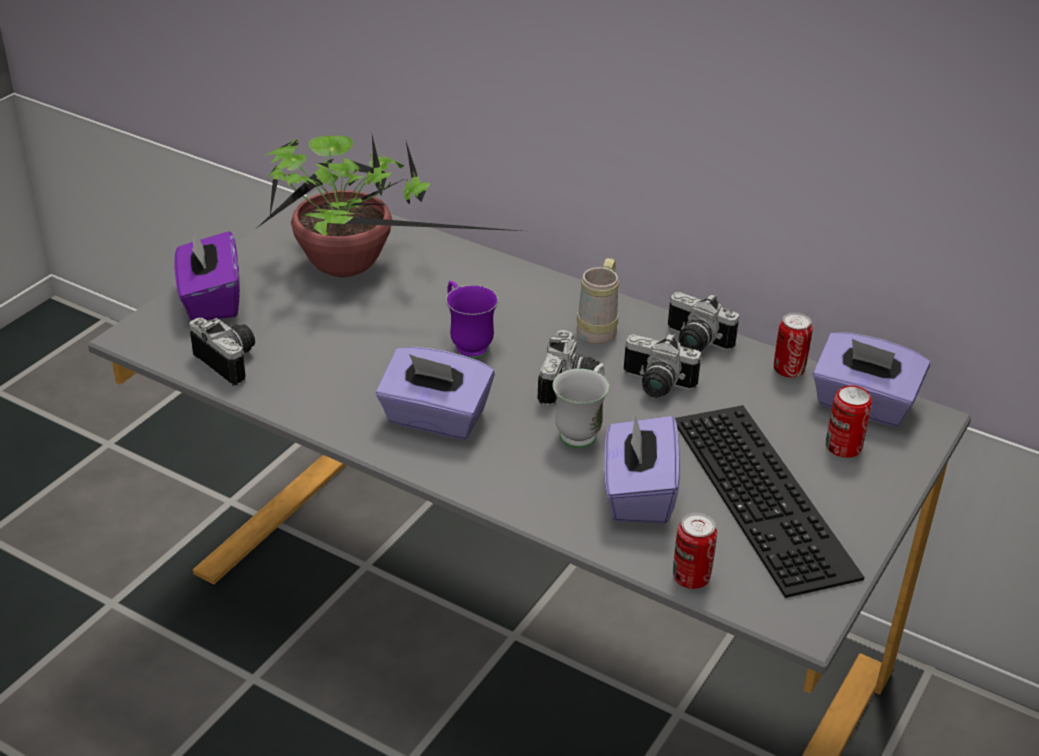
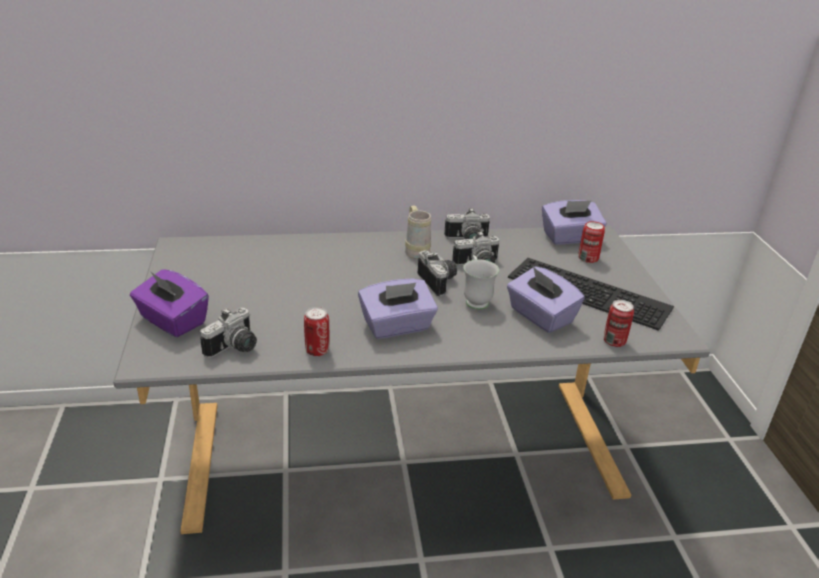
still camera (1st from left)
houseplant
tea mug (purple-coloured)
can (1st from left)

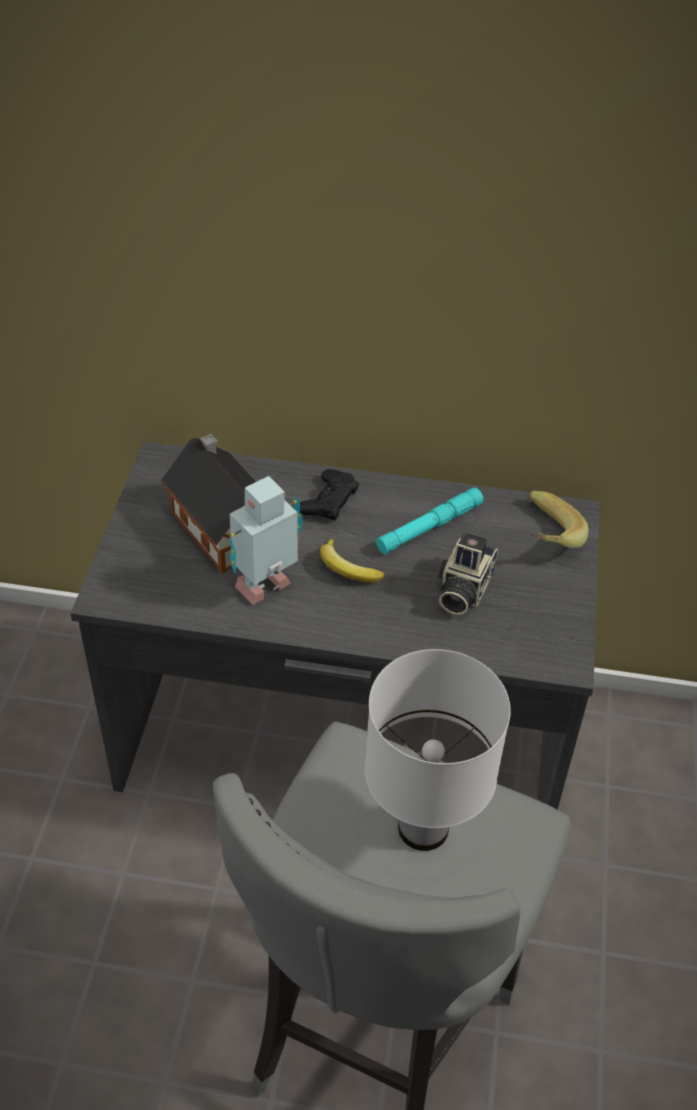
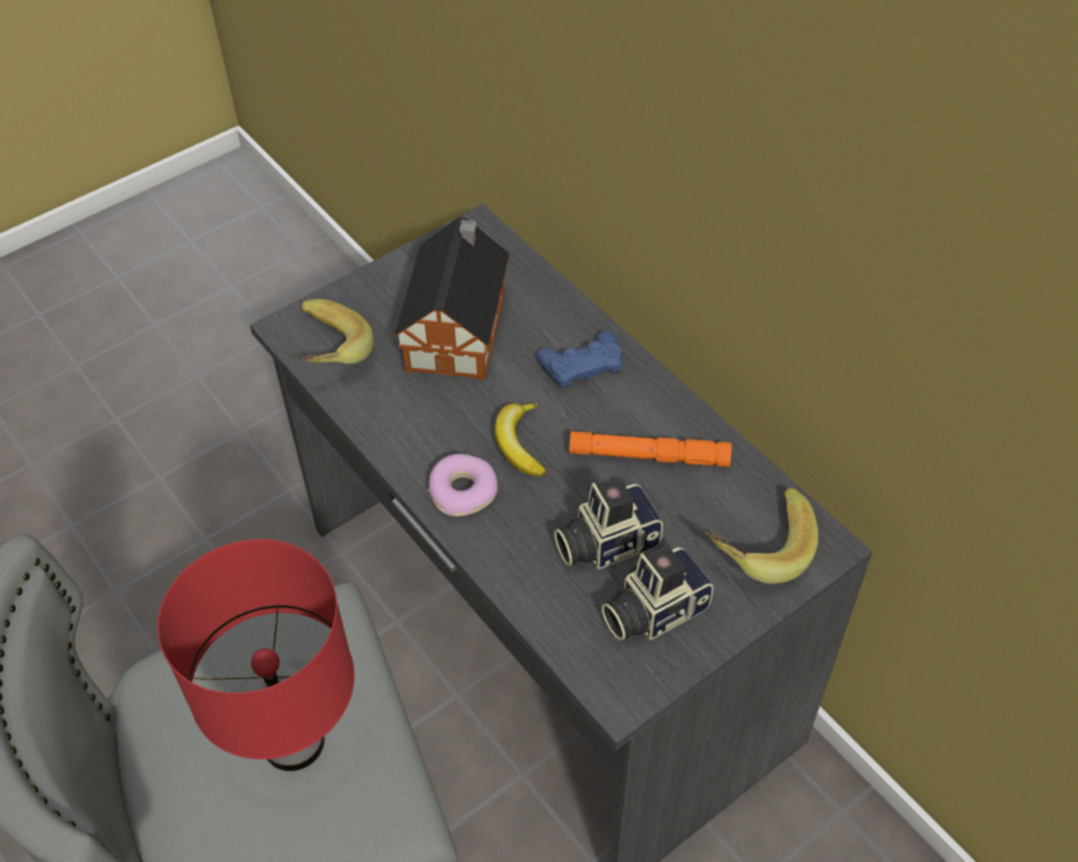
model robot
joypad (blue)
lamp for a table (red-coloured)
torch (orange)
banana fruit (1st from left)
doughnut
still camera (2nd from left)

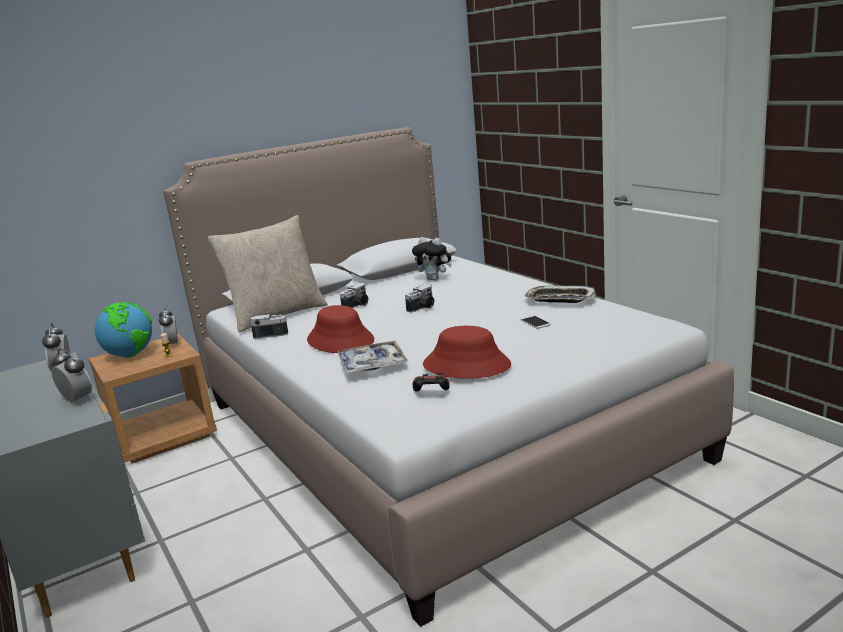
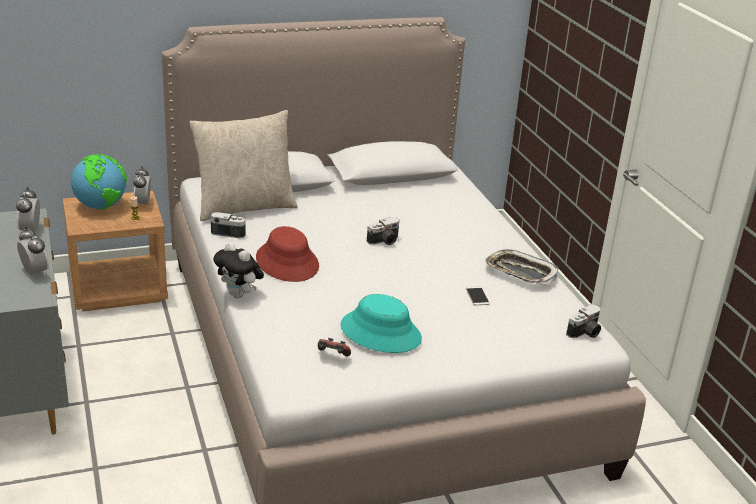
serving tray (1st from left in the first image)
still camera (3rd from left)
cuddly toy
clothing hat (turquoise)

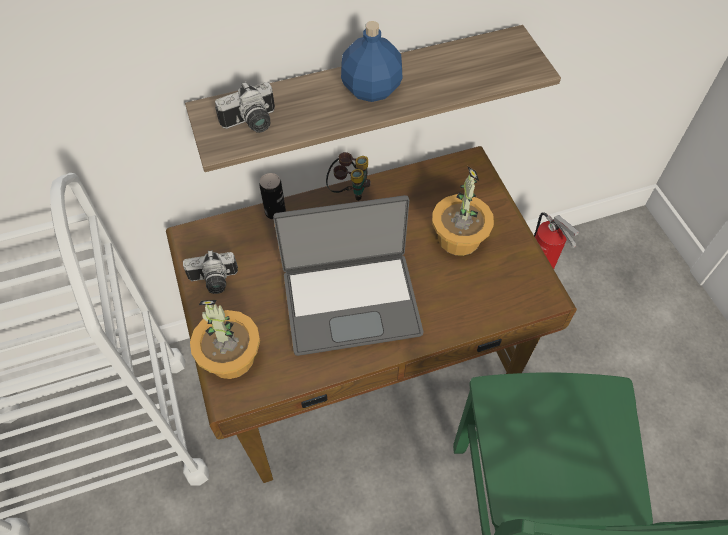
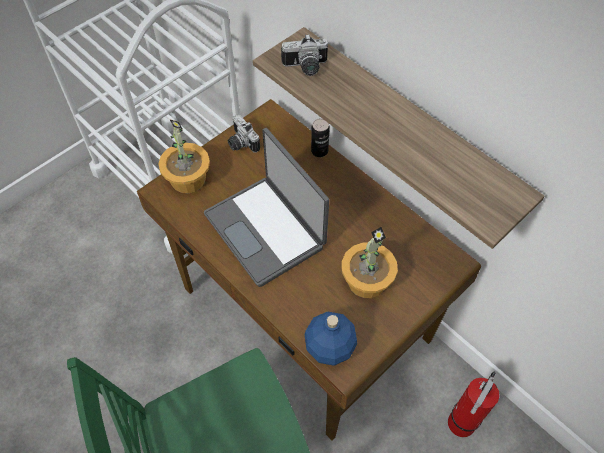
still camera (2nd from left)
field glasses
bottle (blue)

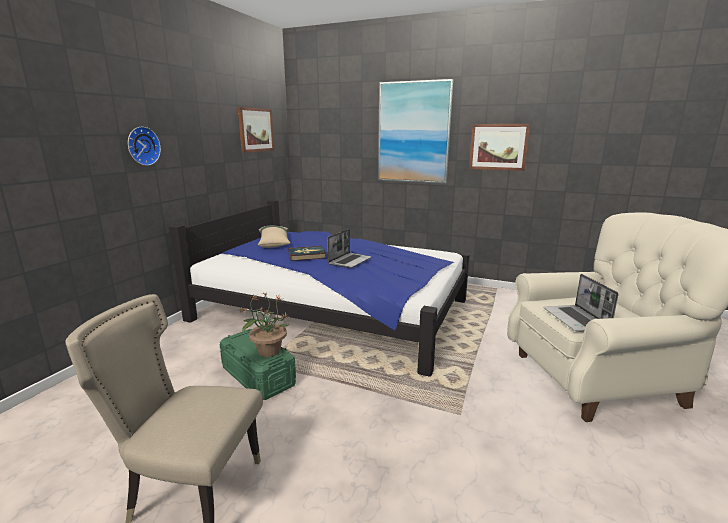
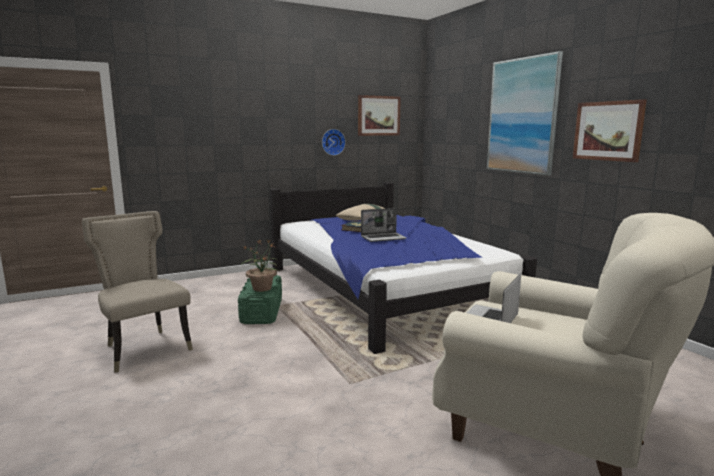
clock on the wall

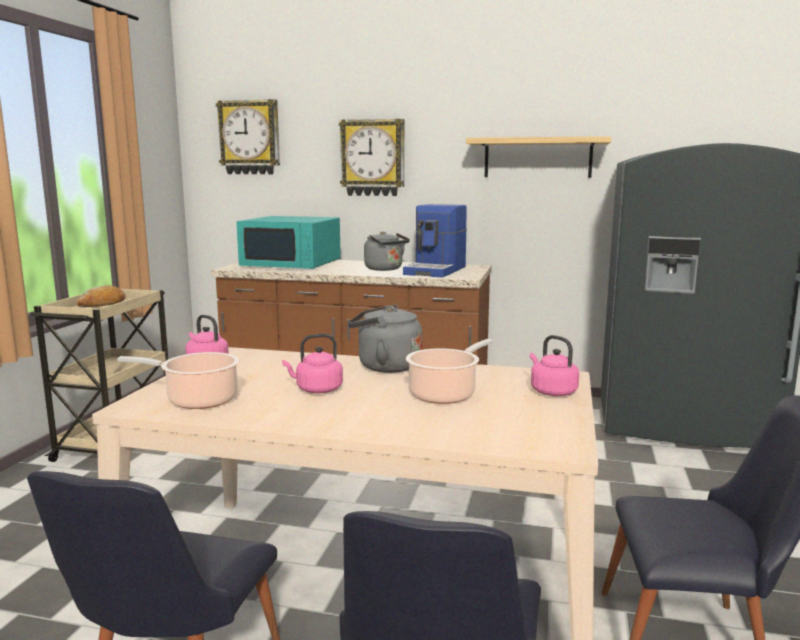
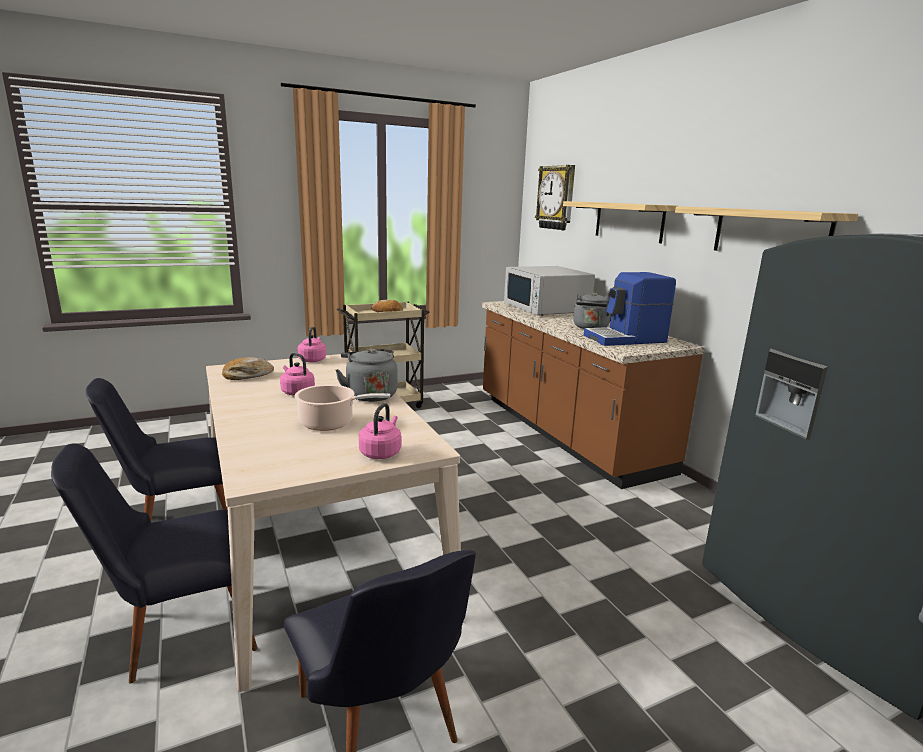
bakery bread (1st from left)
kitchen microwave (whitish)
shelf (1st from left)

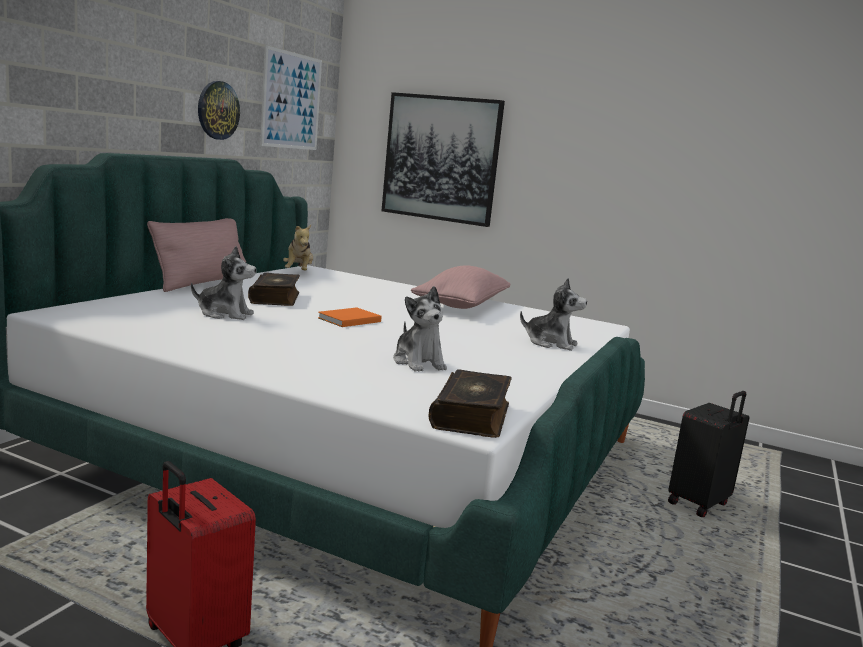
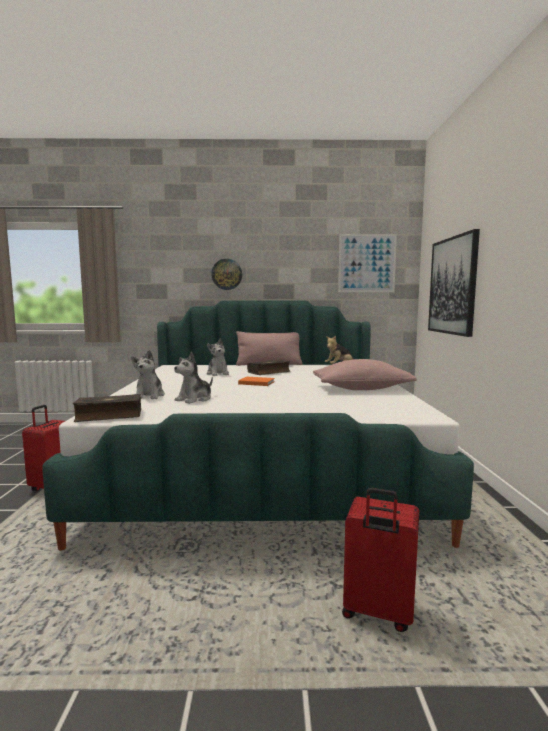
clock on the wall
cuddly toy (1st from left)
travel case (red-coloured) (2nd from left)

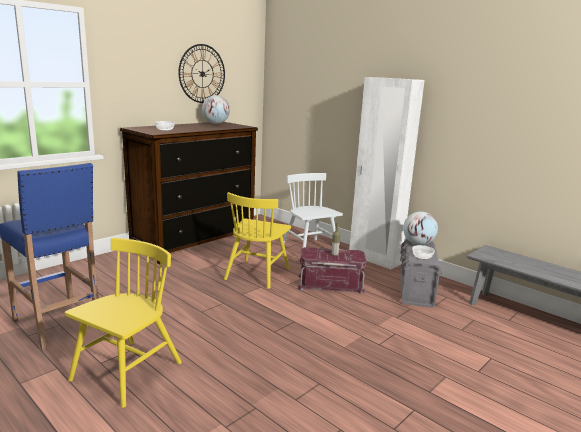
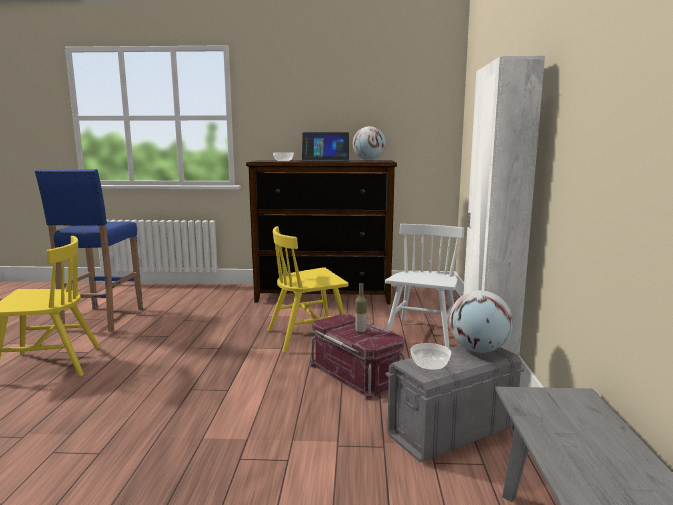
clock on the wall
notebook computer

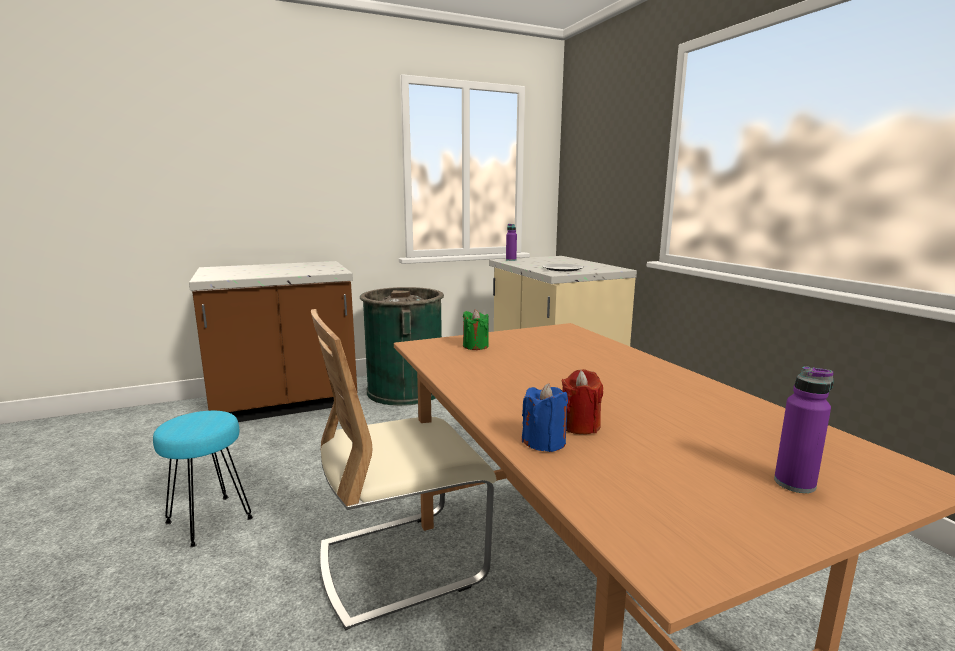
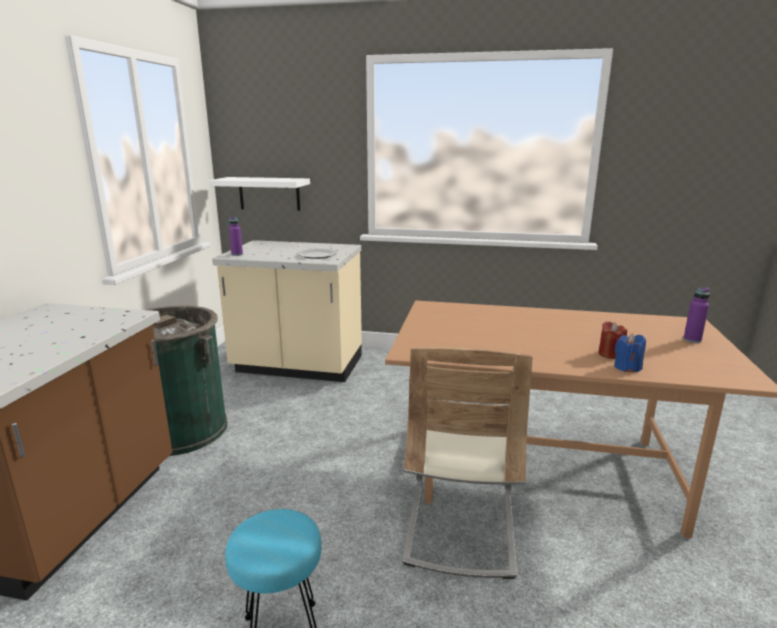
wax light (green)
shelf (whitish)

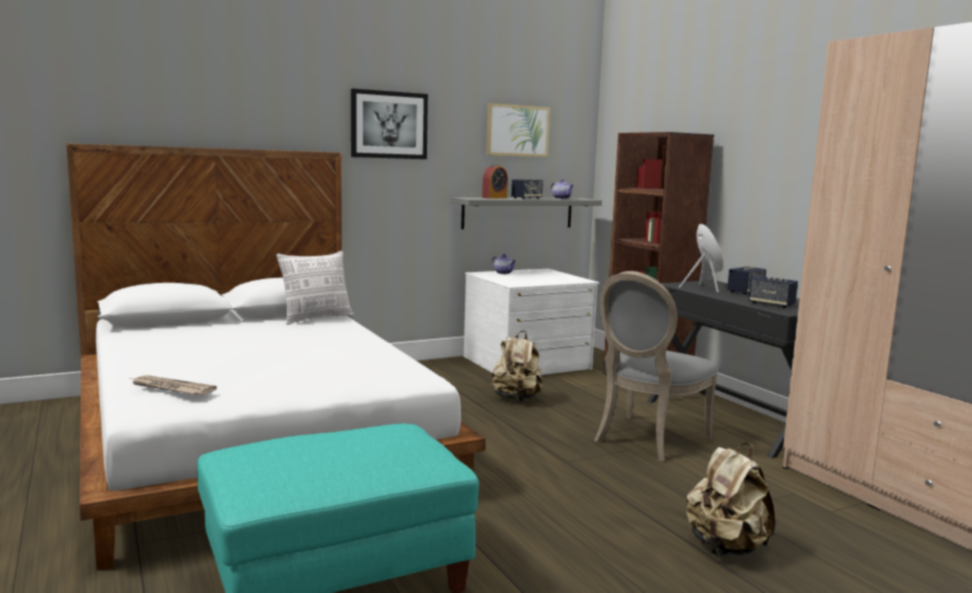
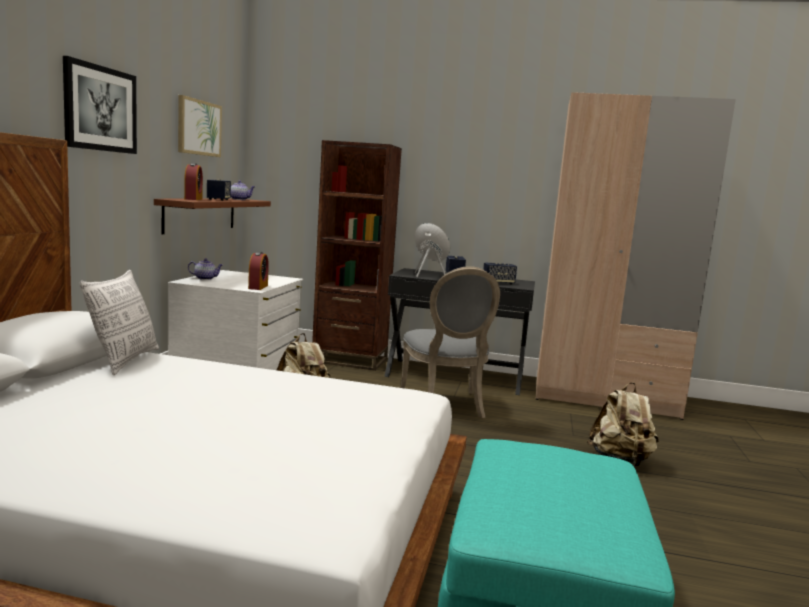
newspaper
shelf (brown)
alarm clock (2nd from left)

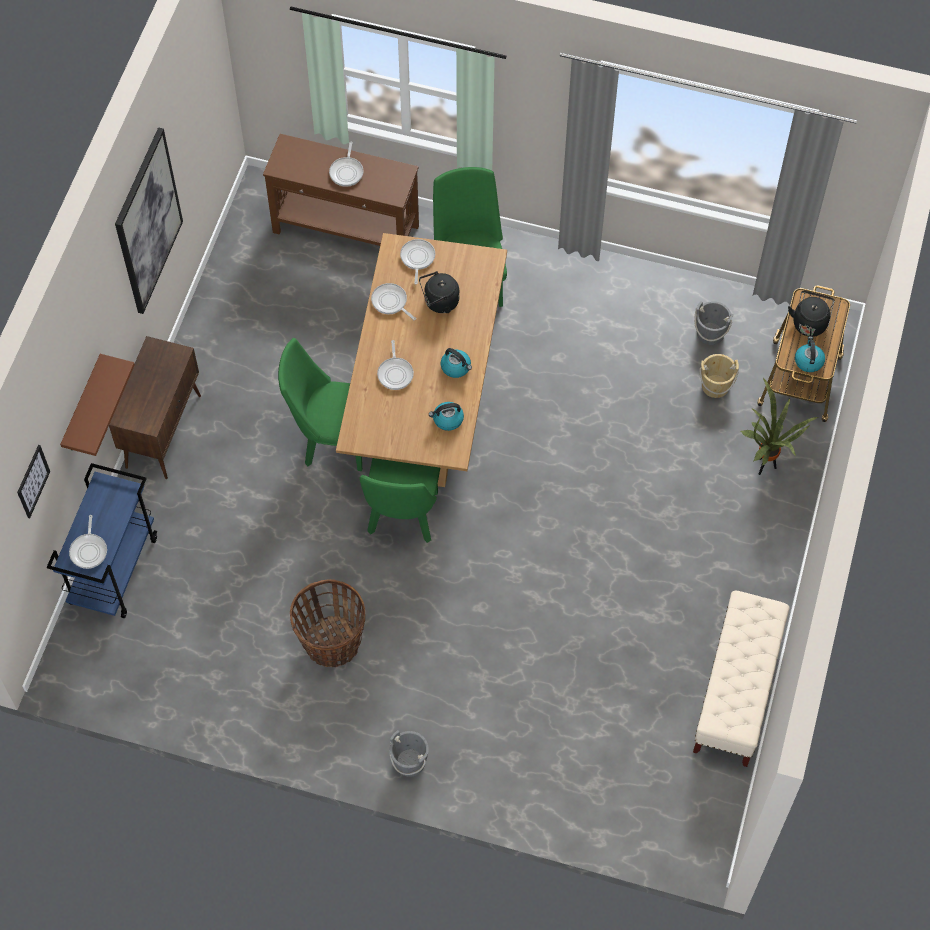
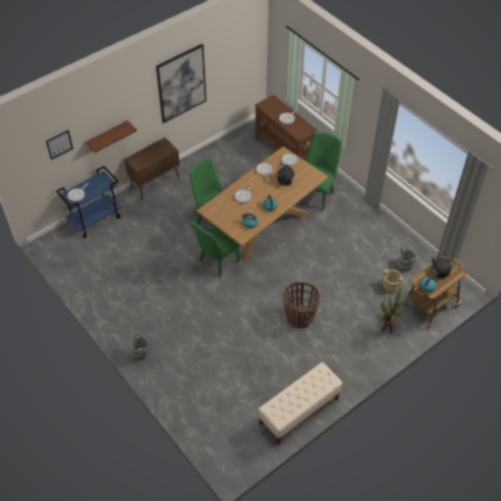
household basket

